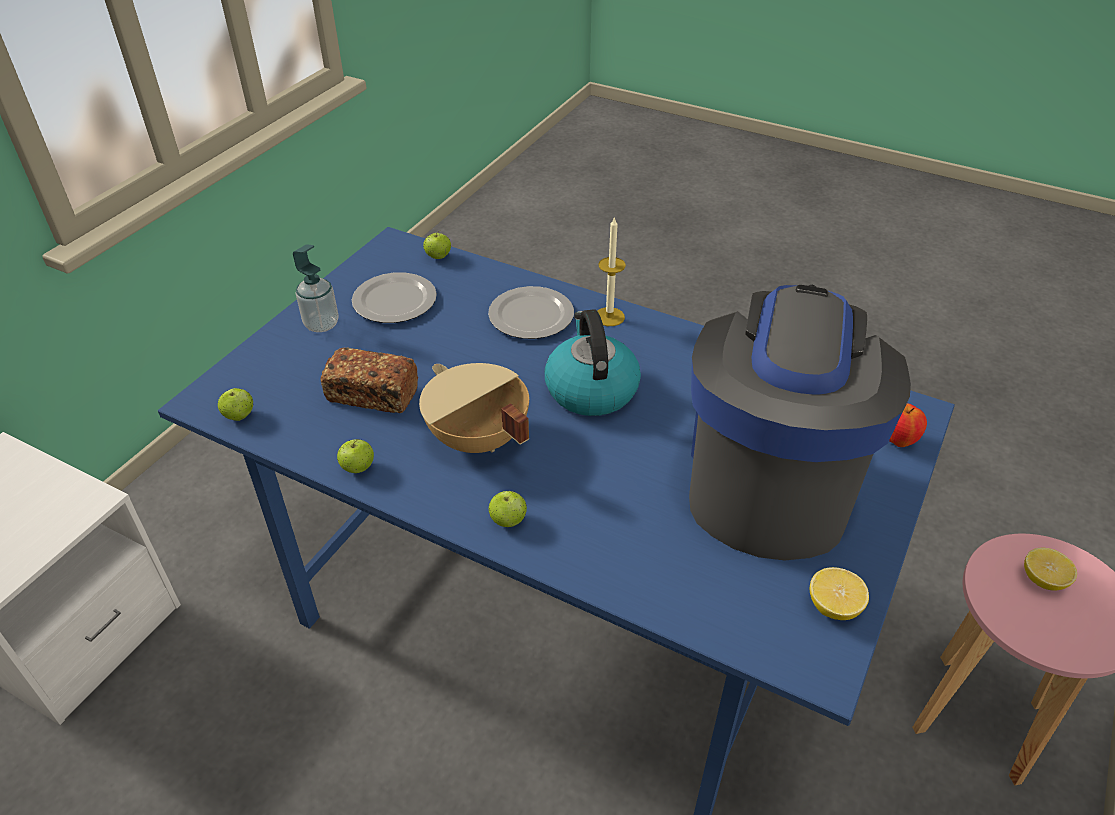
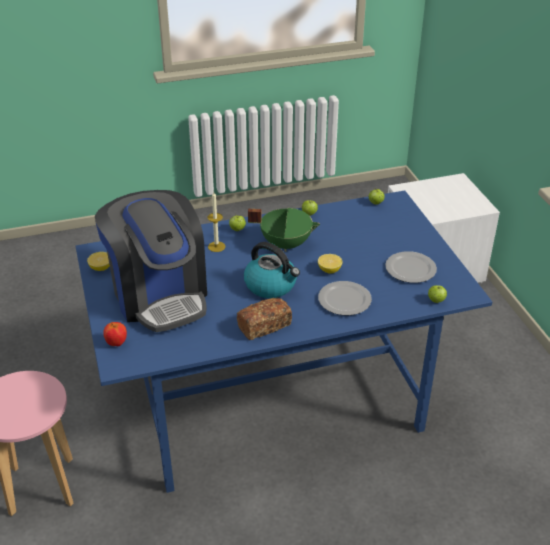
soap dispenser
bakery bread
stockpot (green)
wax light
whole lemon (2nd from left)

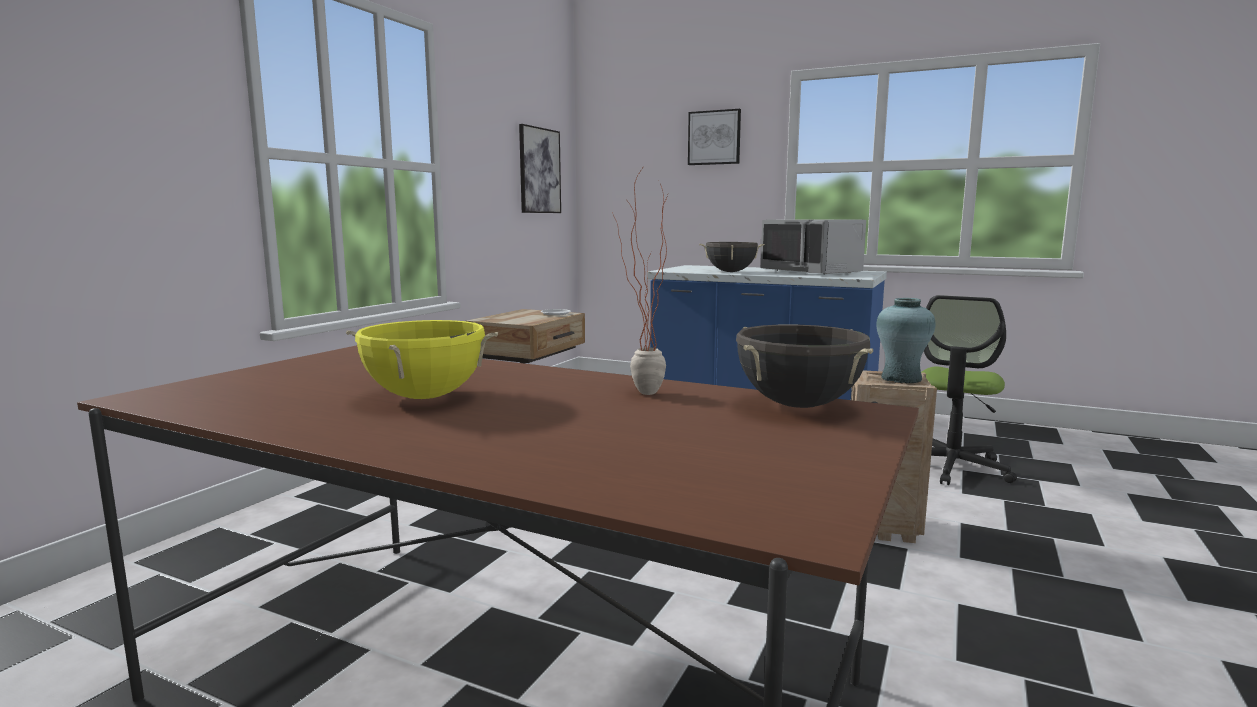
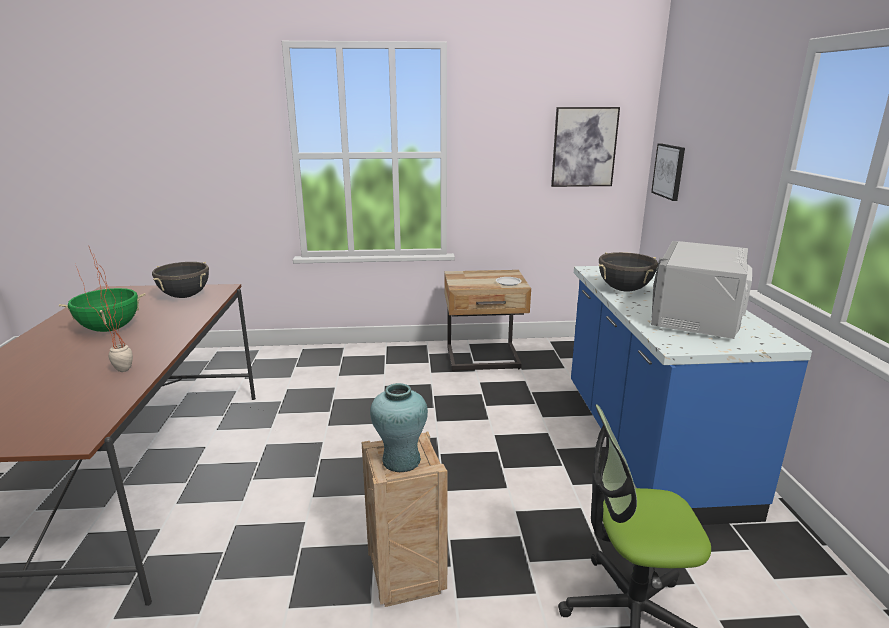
stockpot (green)
wall picture (2nd from left)
stockpot (black-coloured) (1st from left)

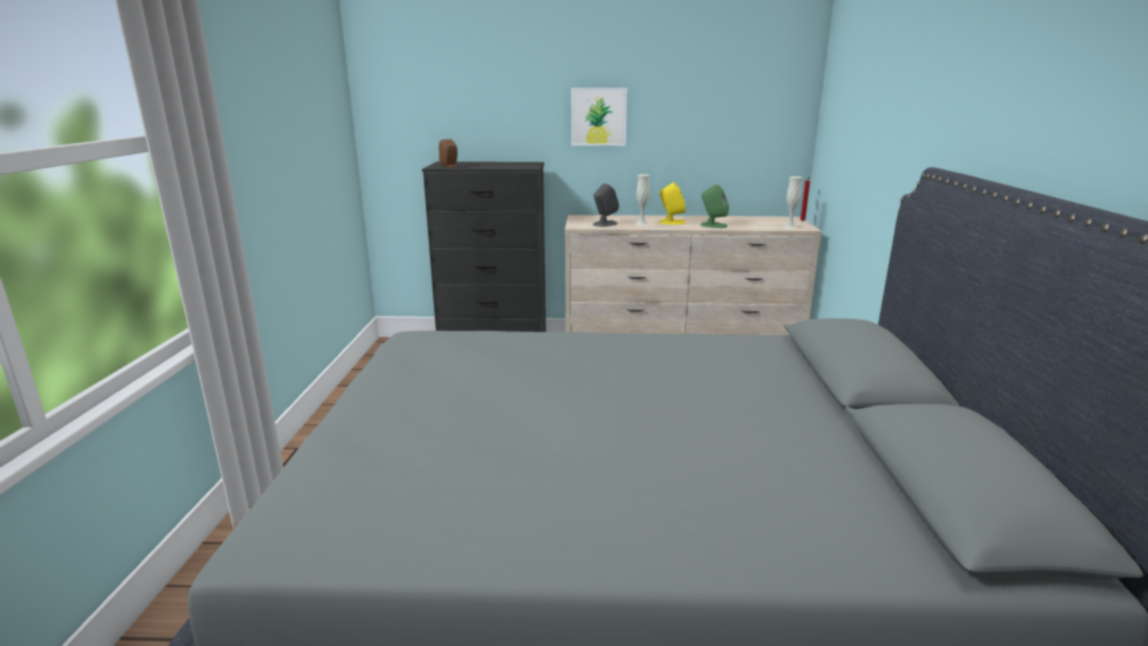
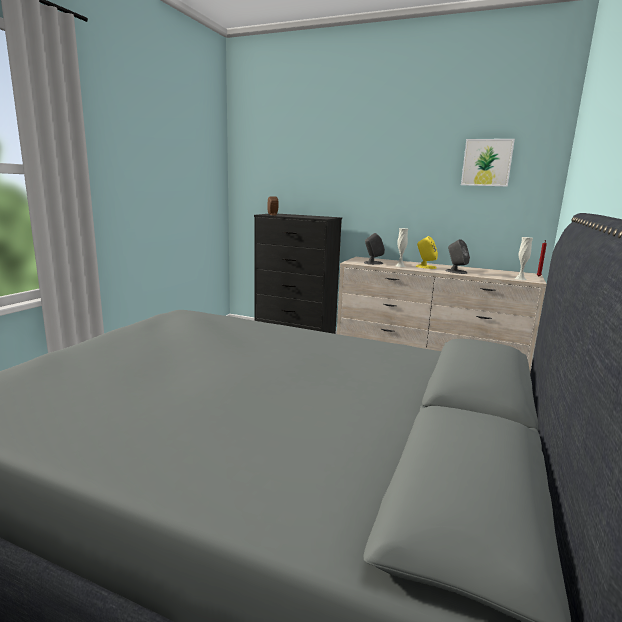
wall picture
audio speaker (gray) (2nd from left)

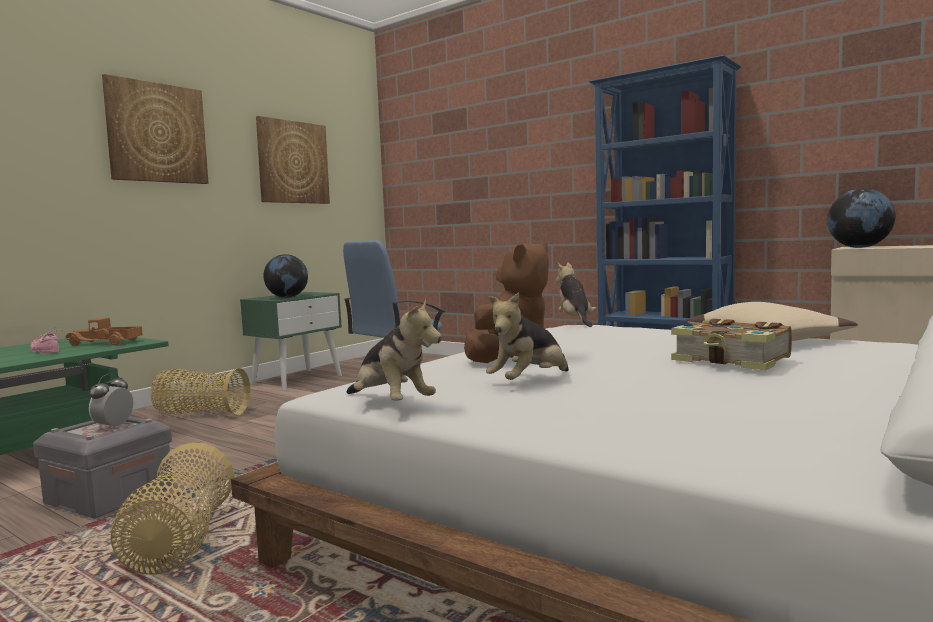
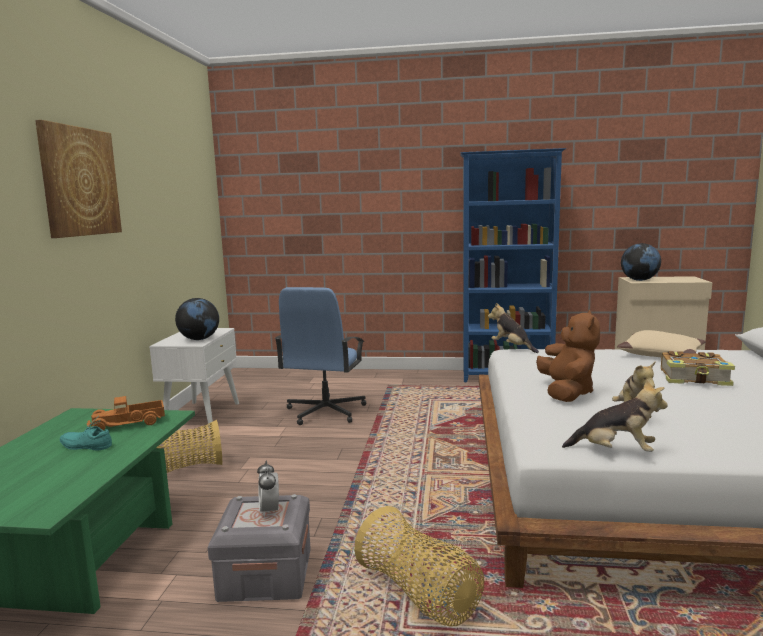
item of footwear (turquoise)
nightstand (whitish)
wall picture (2nd from left in the first image)

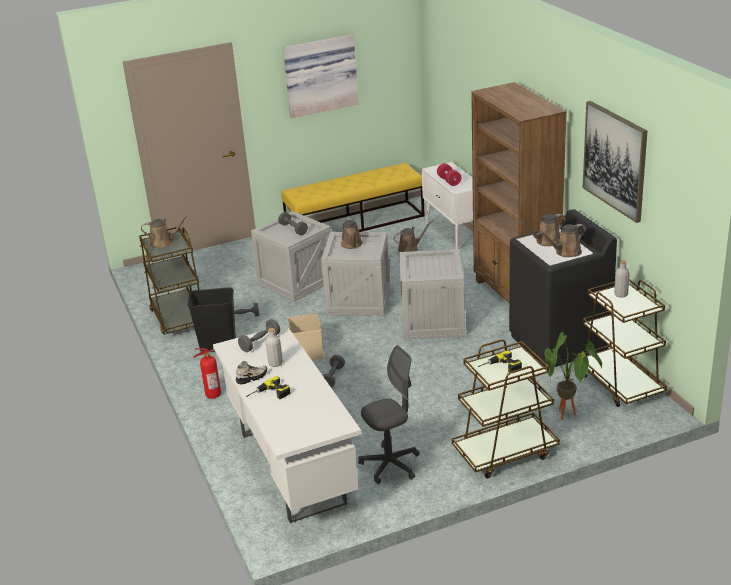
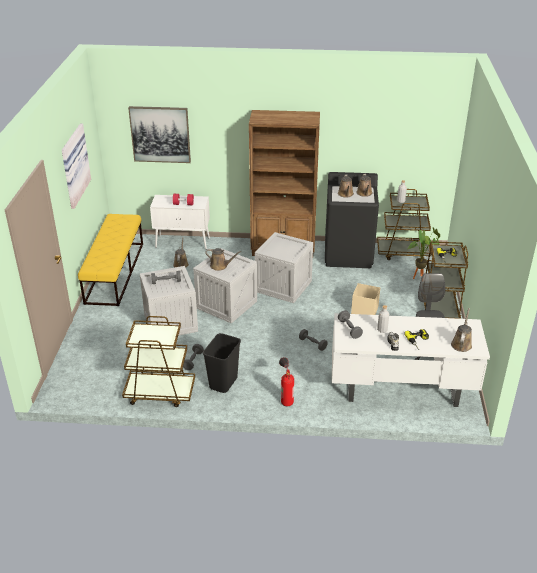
sprinkling can (brown) (5th from left)
storage container (sand-coloured)
wall picture (2nd from left)

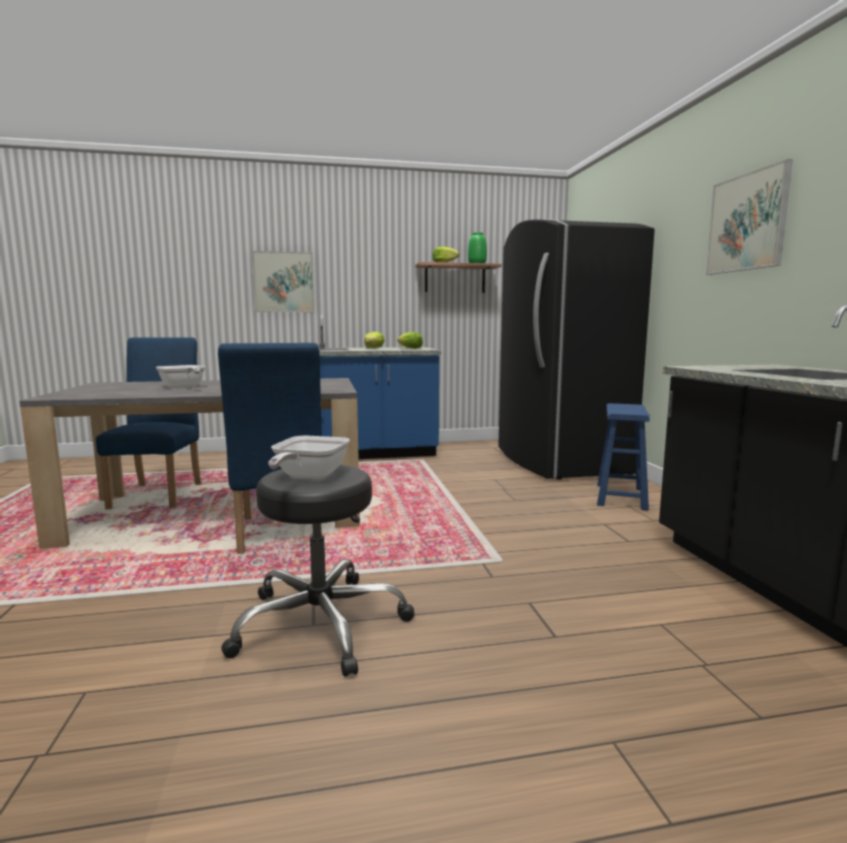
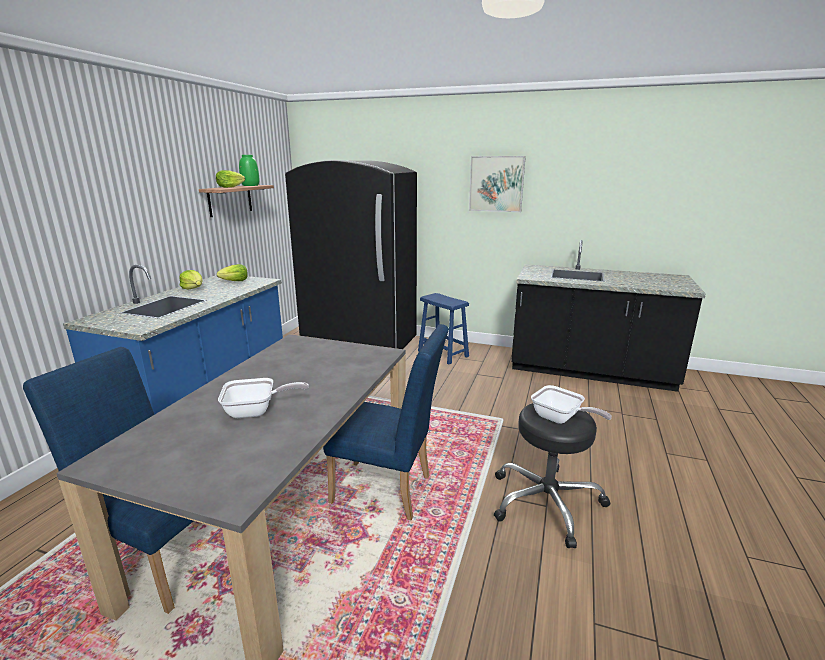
wall picture (1st from left in the first image)

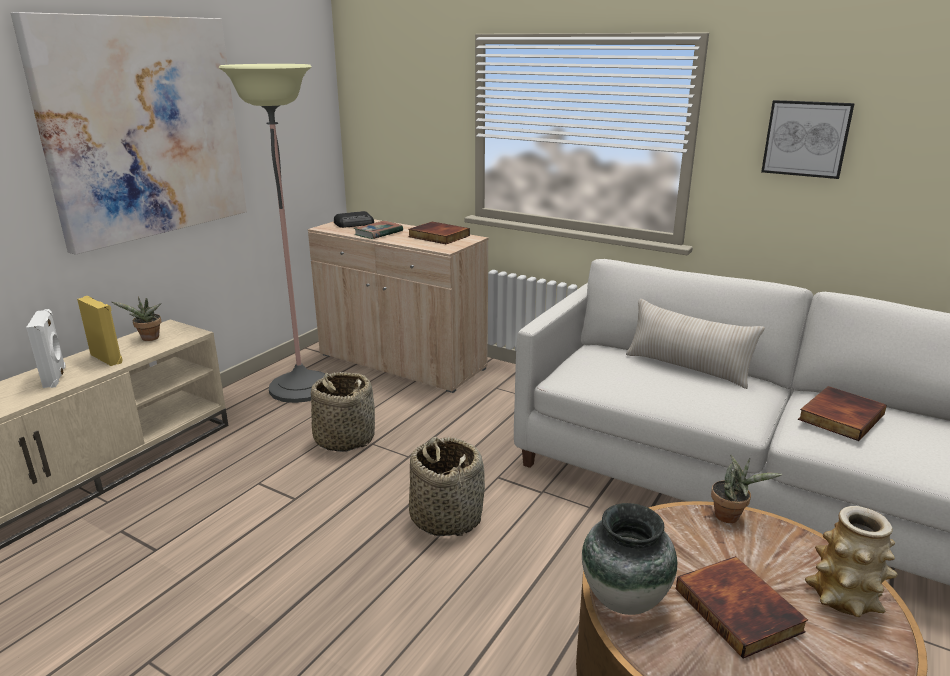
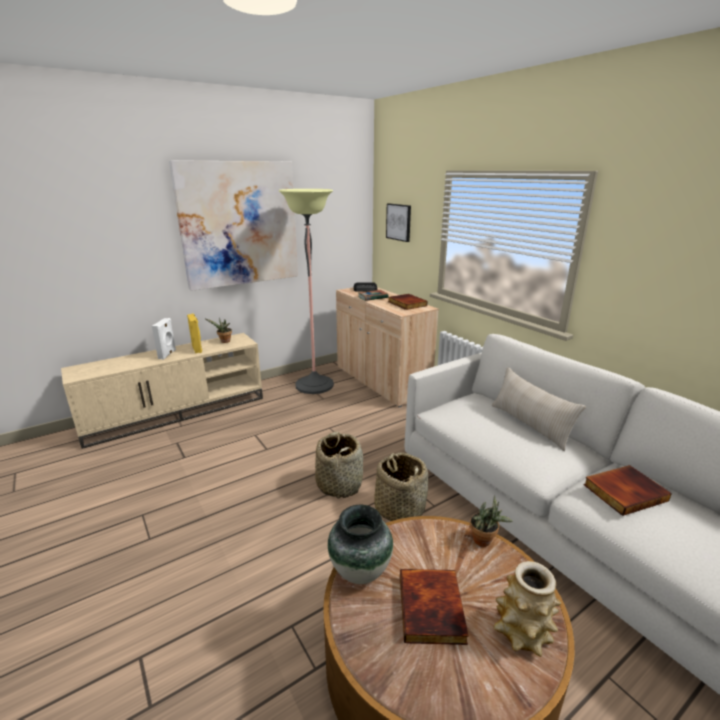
household basket (2nd from left)
wall picture (2nd from left)

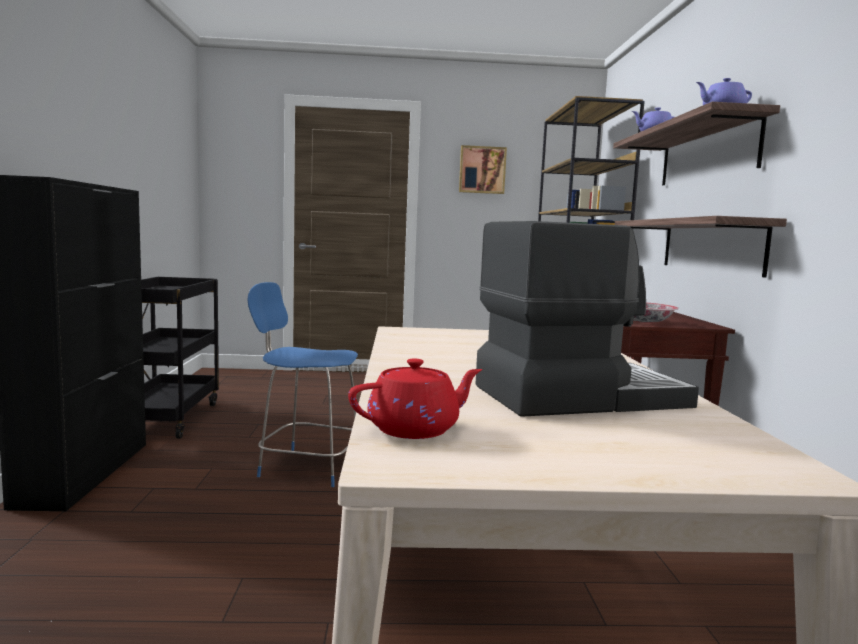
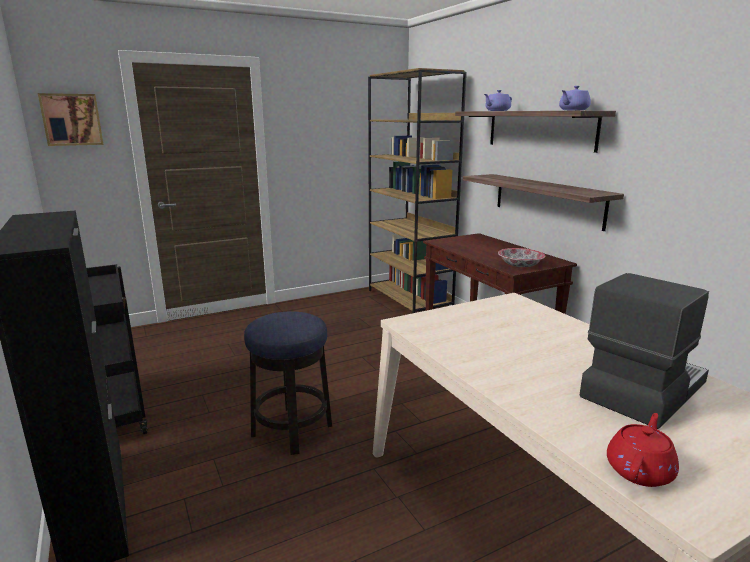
sitting stool
wall picture

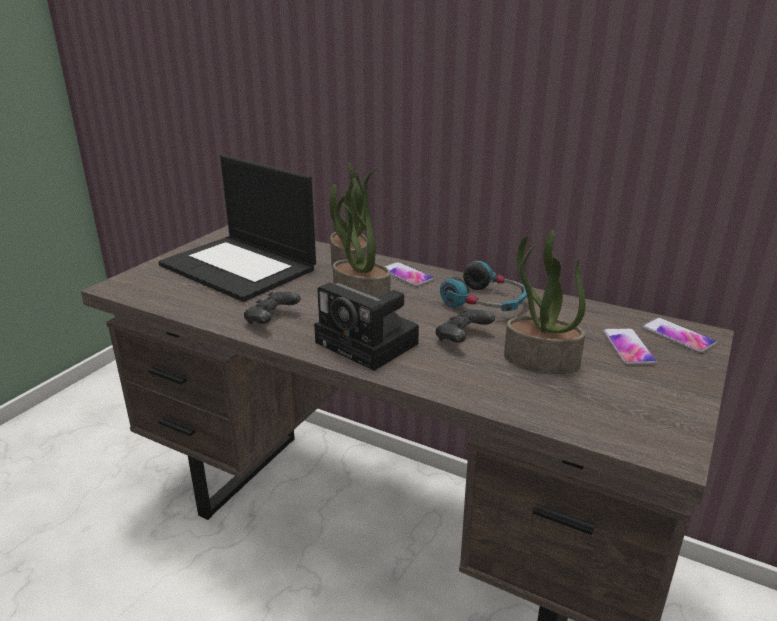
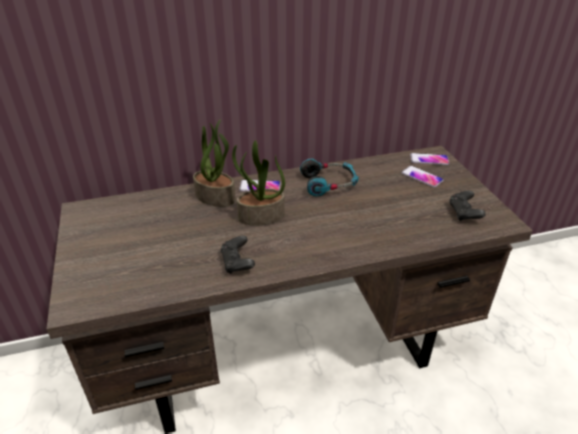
notebook computer
still camera
joypad (black-coloured) (2nd from left)
houseplant (3rd from left in the first image)

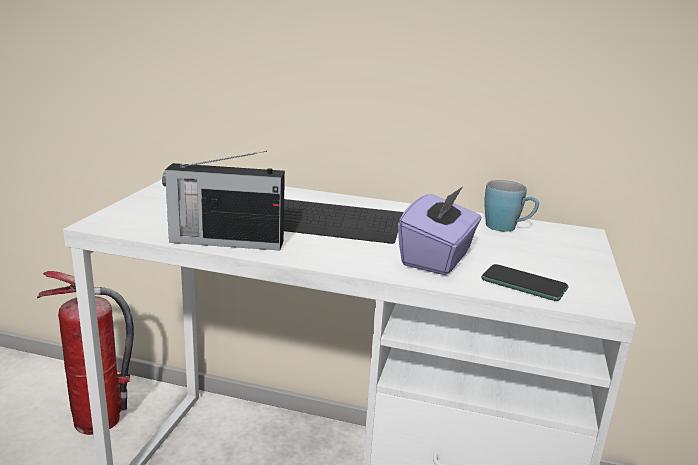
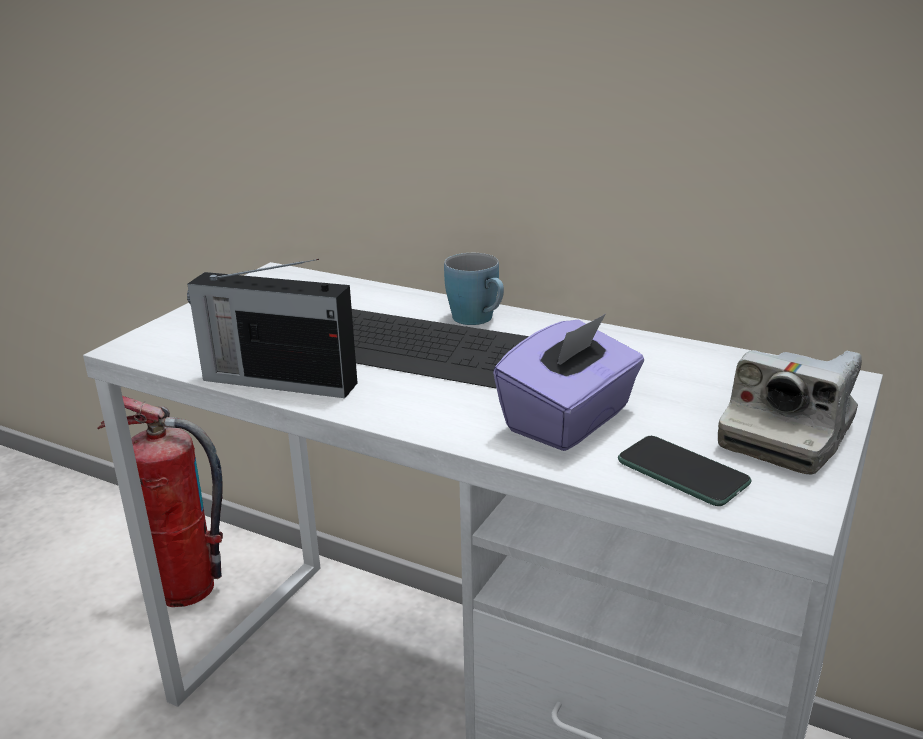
tea mug (blue)
still camera

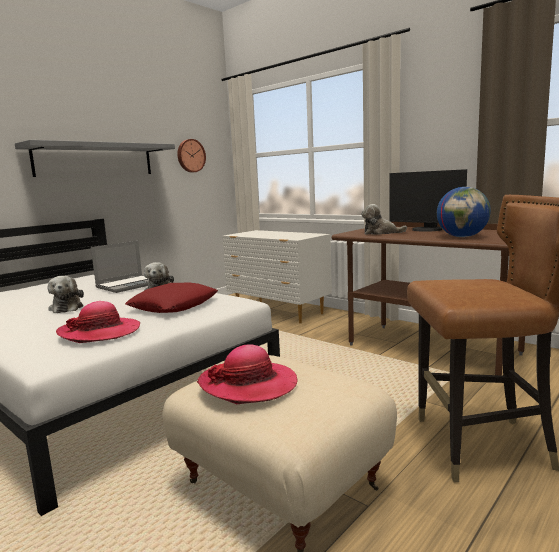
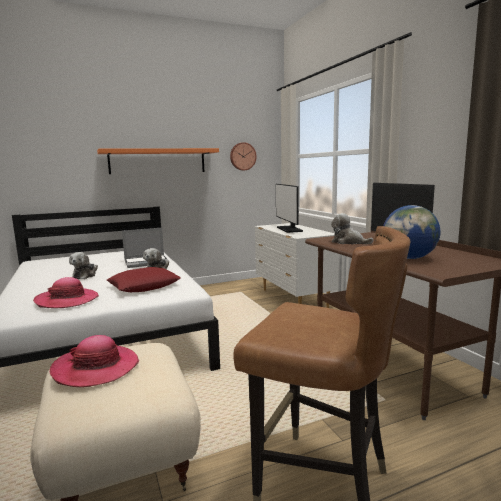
shelf (orange)
monitor (1st from left)

